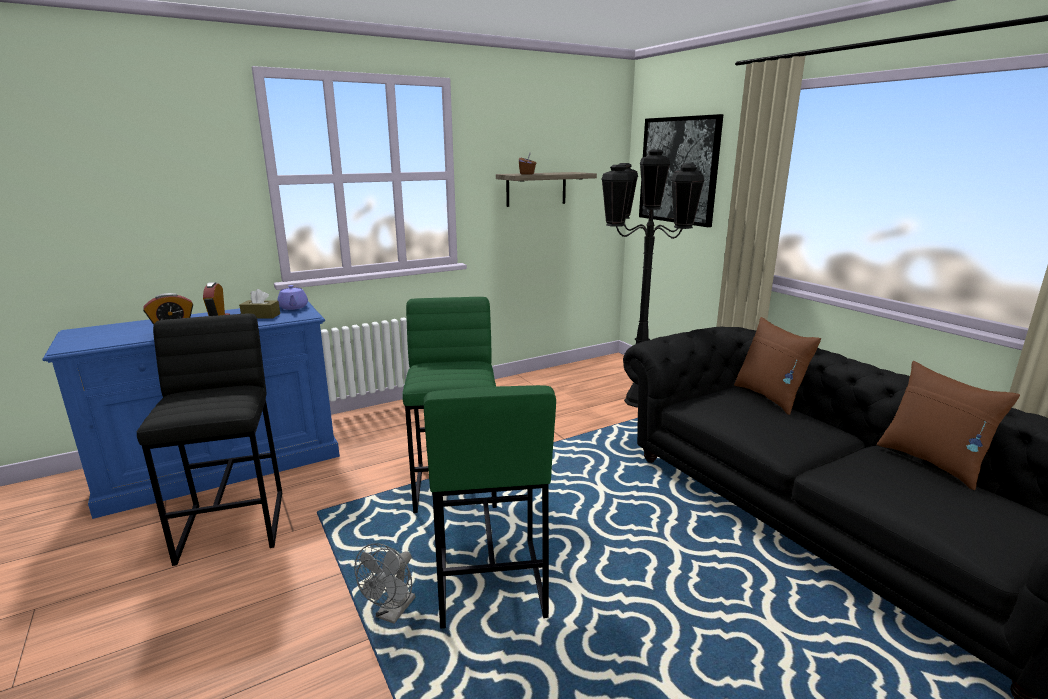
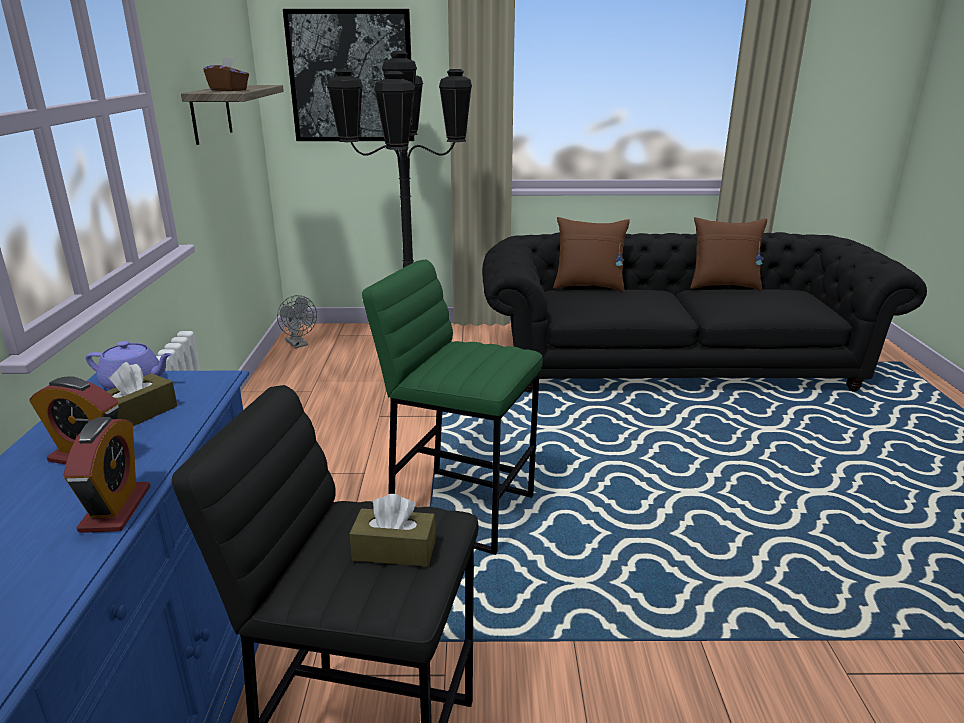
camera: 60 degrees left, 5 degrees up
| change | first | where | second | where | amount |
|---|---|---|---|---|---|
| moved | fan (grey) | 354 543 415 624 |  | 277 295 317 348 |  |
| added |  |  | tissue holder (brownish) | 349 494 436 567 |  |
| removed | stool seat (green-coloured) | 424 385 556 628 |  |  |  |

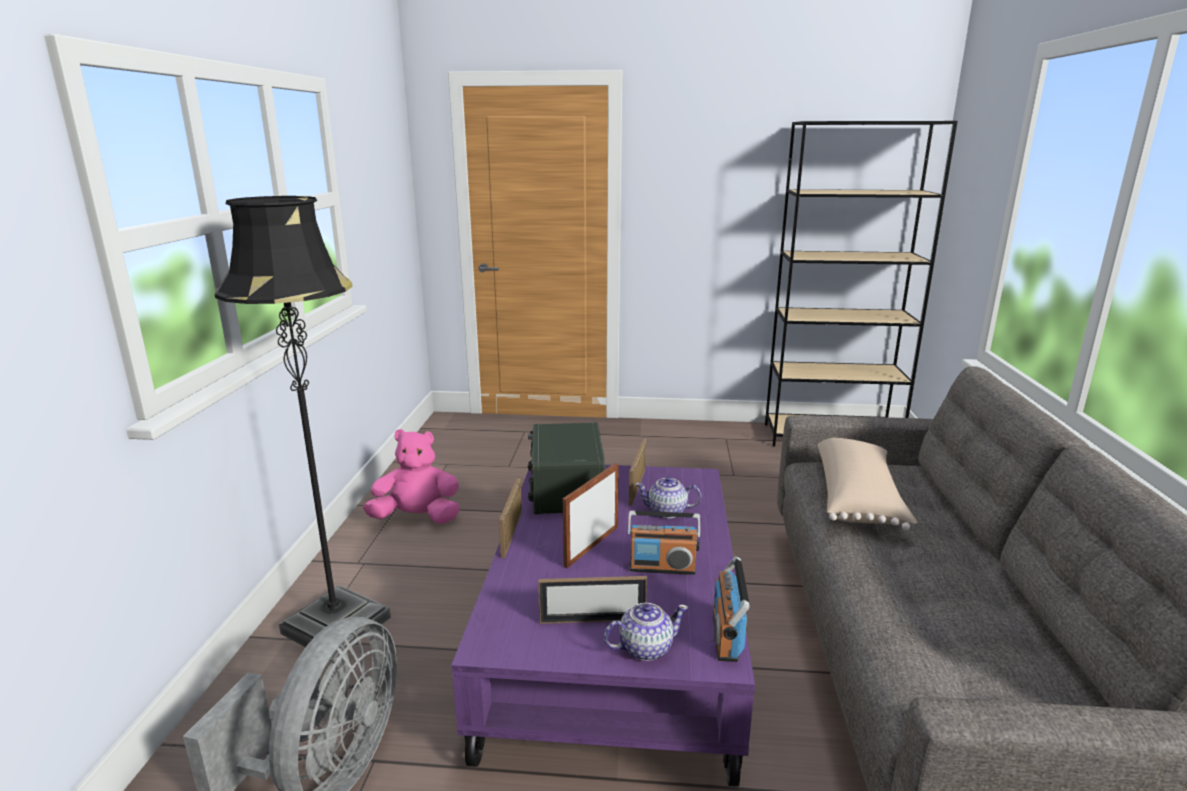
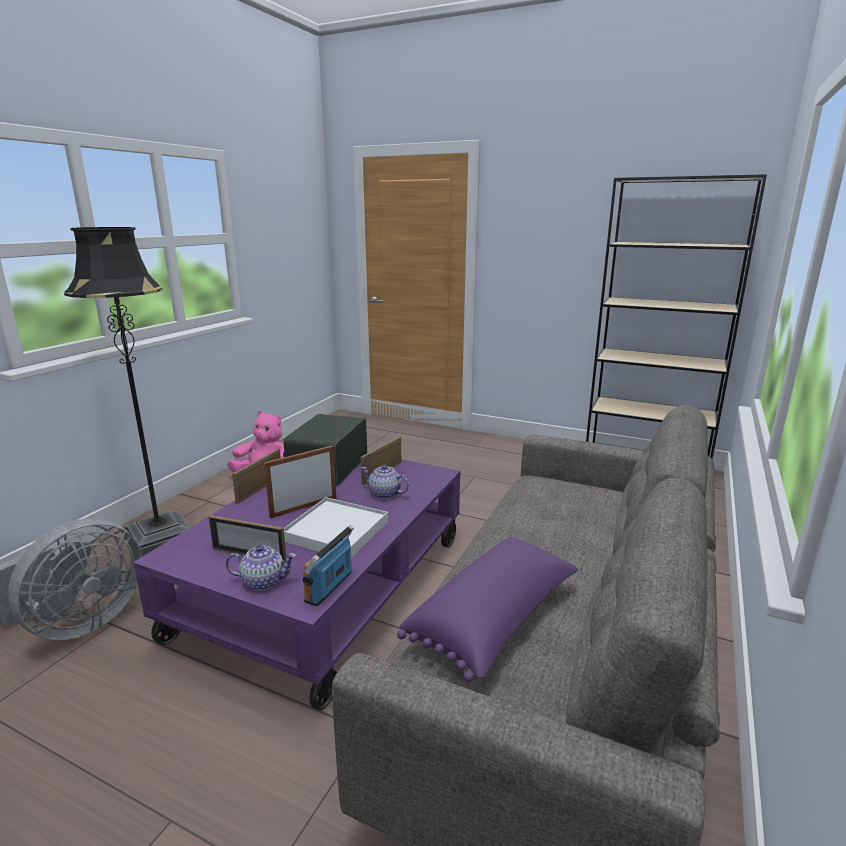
camera: 20 degrees right, 0 degrees up
| change | first | where | second | where | amount |
|---|---|---|---|---|---|
| replaced | radio receiver | 627 511 701 575 | carrying tray (white-coloured) | 284 497 388 558 |  |
| added |  |  | pillow (purple-coloured) | 397 537 579 682 |  |
| removed | pillow (sand-coloured) | 818 438 918 530 |  |  |  |

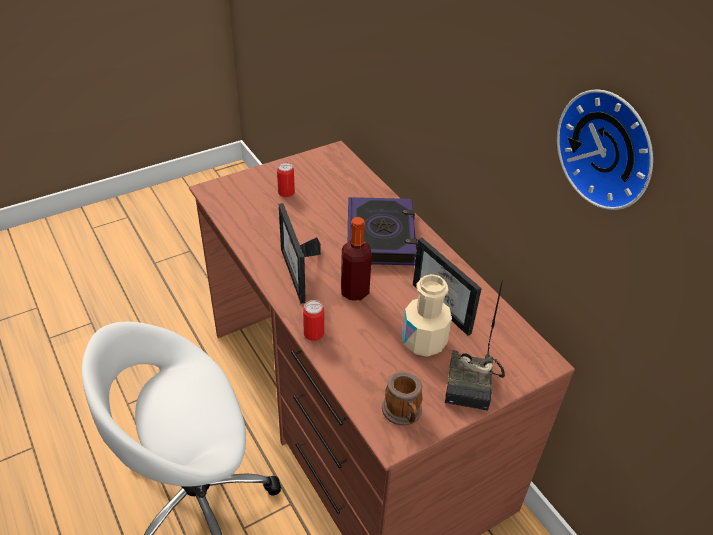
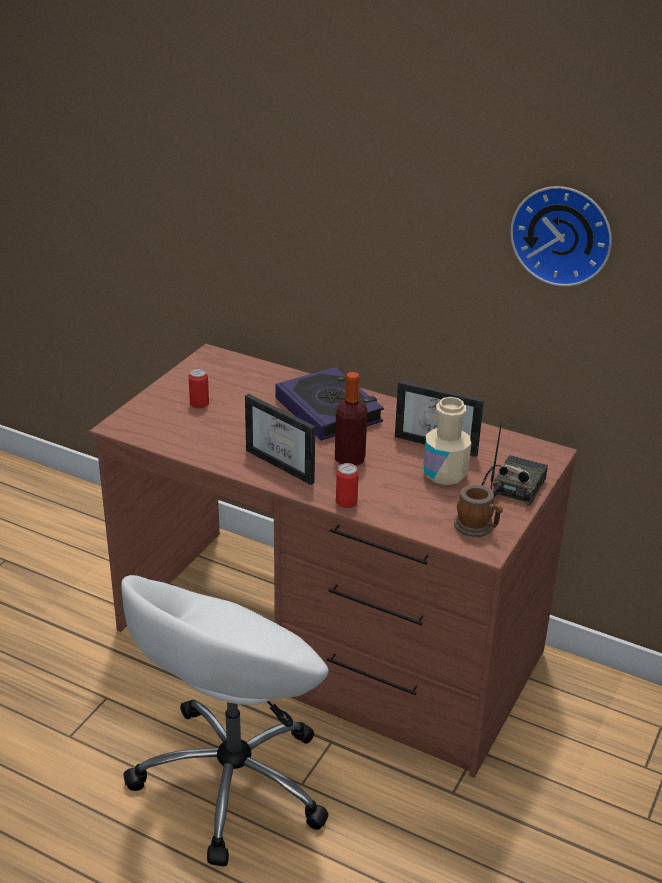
camera: 30 degrees left, 10 degrees down
| change | first | where | second | where | amount |
|---|---|---|---|---|---|
| turned | radio receiver | 445 280 505 411 |  | 481 422 548 506 | 135 degrees counterclockwise |

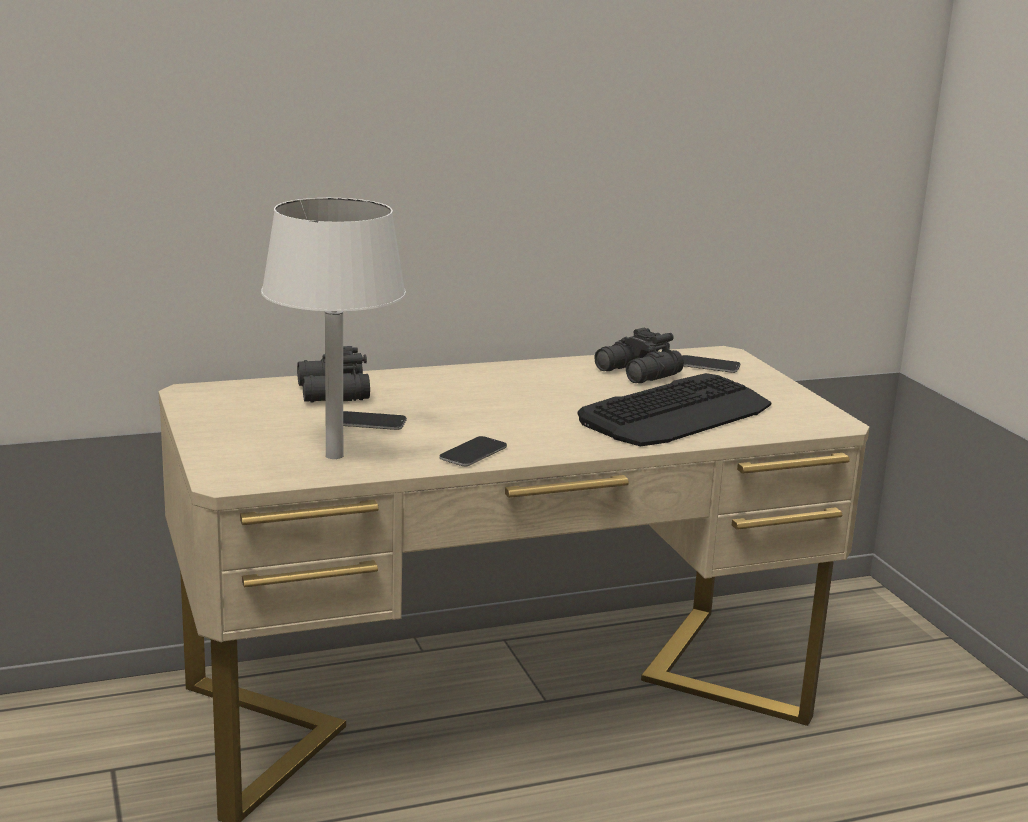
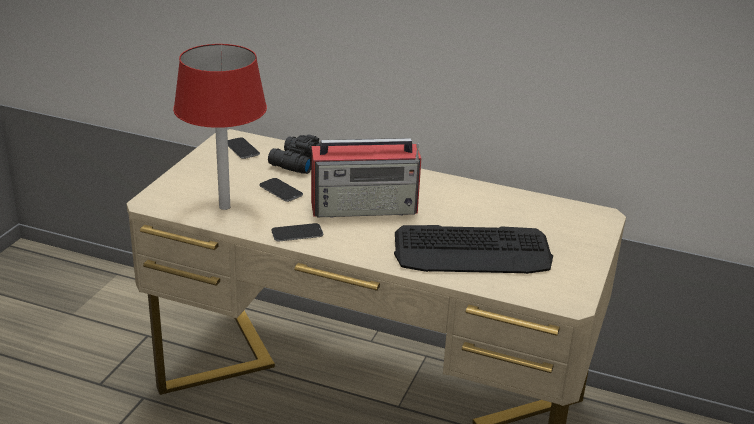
camera: 40 degrees right, 10 degrees up
| change | first | where | second | where | amount |
|---|---|---|---|---|---|
| recoloured | table lamp (white-coloured) | 261 198 406 459 | table lamp (red-coloured) | 173 44 267 210 |  |
| moved | phone | 682 355 740 373 |  | 228 137 260 159 |  |
| added |  |  | radio receiver | 311 138 421 218 |  |
| removed | binoculars (black) | 594 328 684 383 |  |  |  |

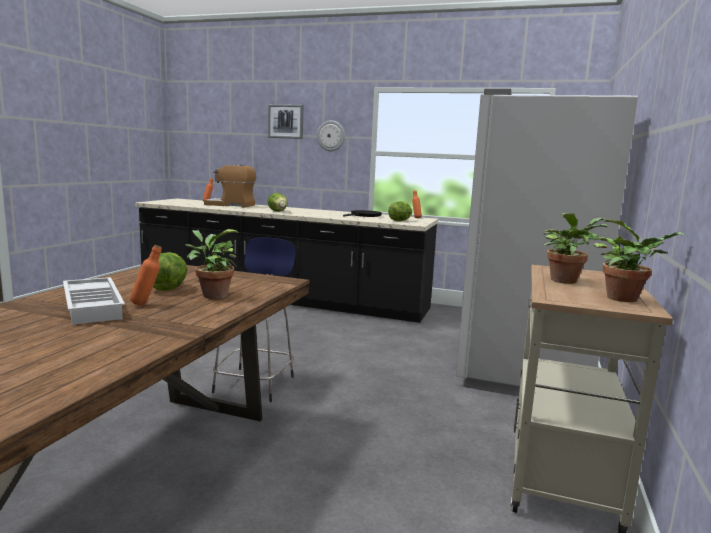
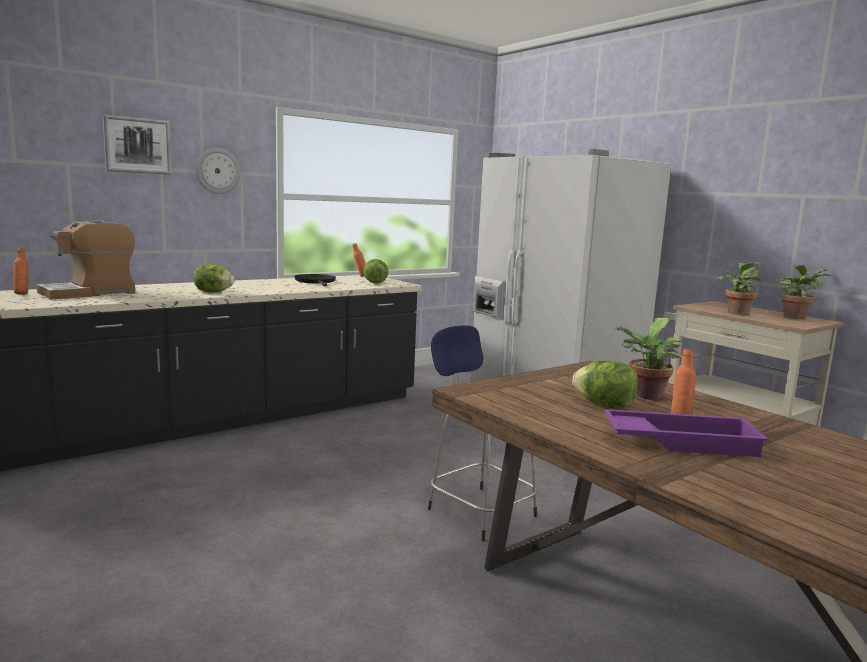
camera: 55 degrees left, 0 degrees up
| change | first | where | second | where | amount |
|---|---|---|---|---|---|
| recoloured | carrying tray (white-coloured) | 63 277 125 325 | carrying tray (purple-coloured) | 604 409 768 457 |  |

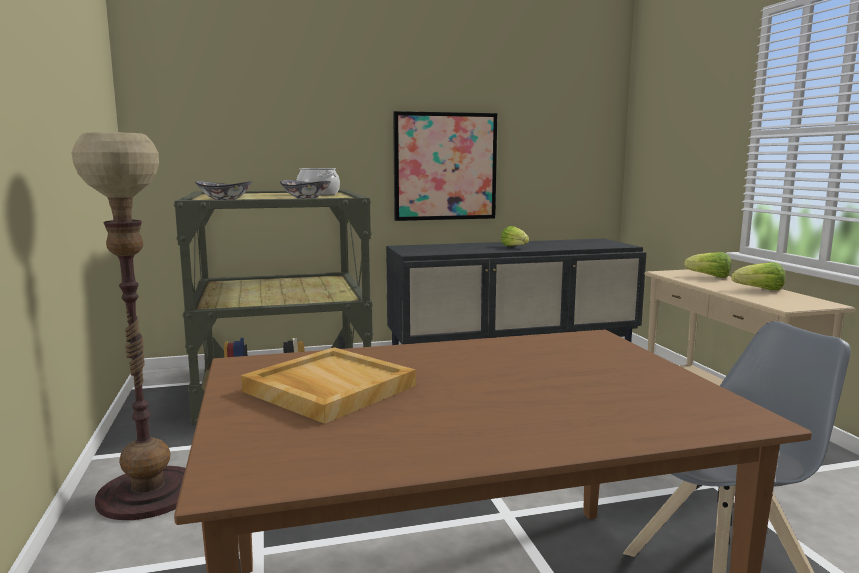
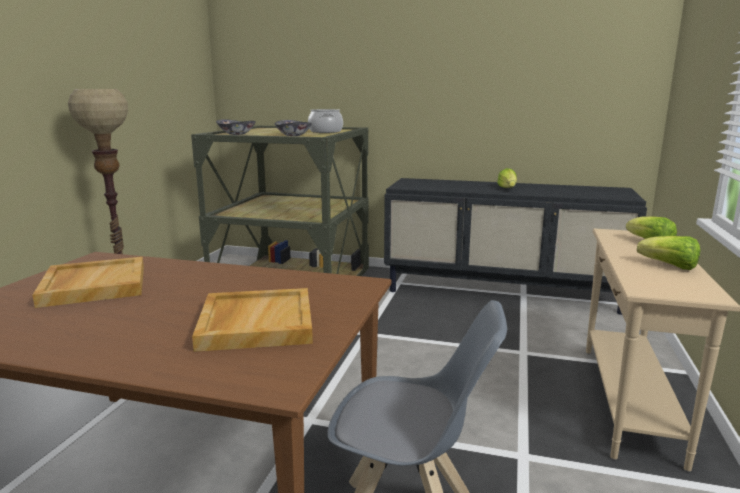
camera: 30 degrees right, 5 degrees up
| change | first | where | second | where | amount |
|---|---|---|---|---|---|
| added |  |  | carrying tray (sand-coloured) | 192 288 313 352 |  |
| removed | wall art | 393 111 498 221 |  |  |  |

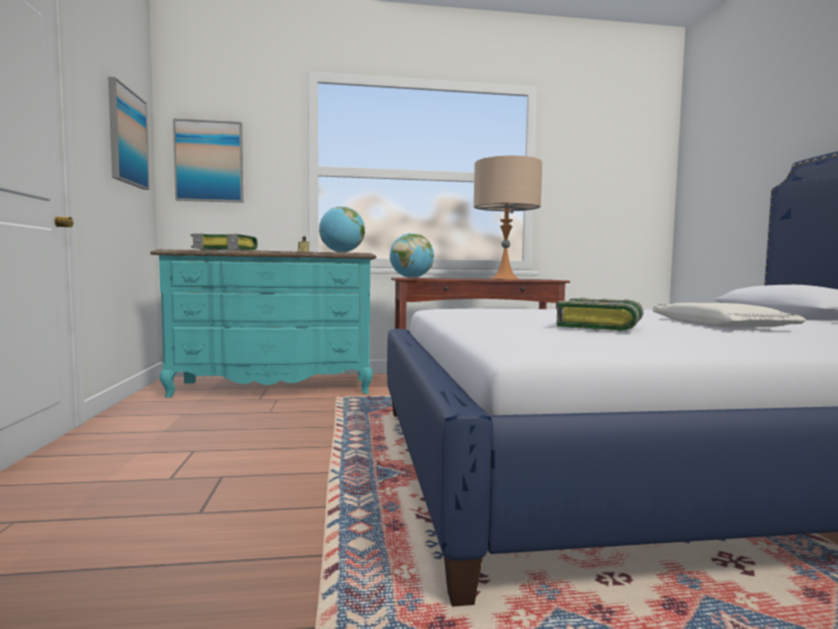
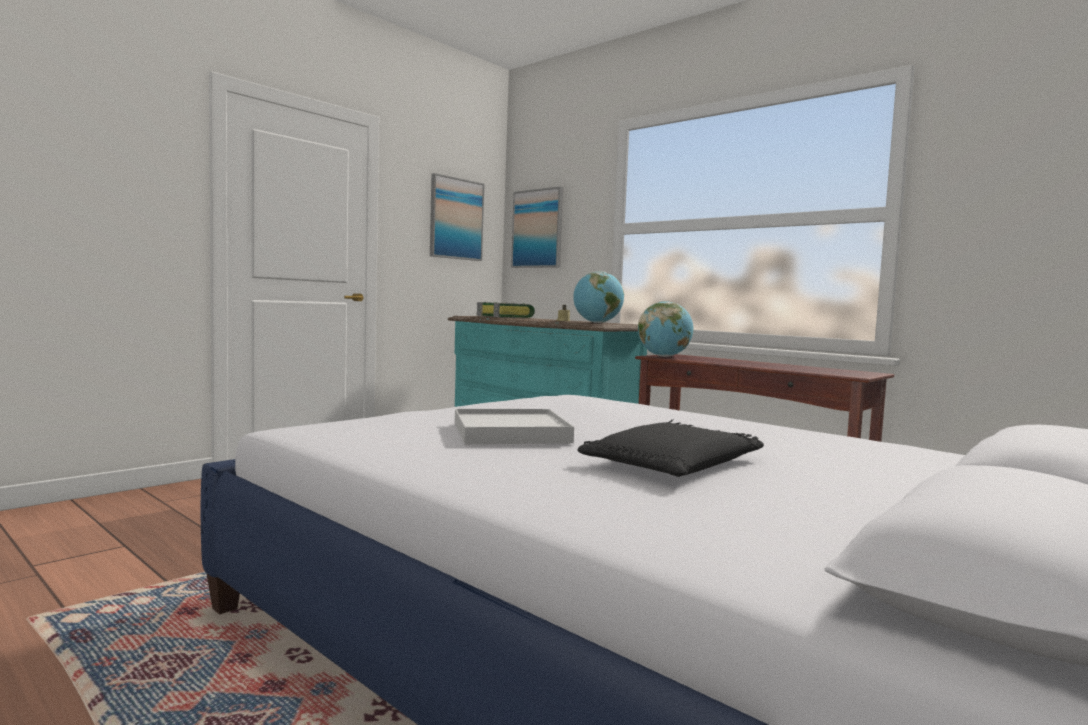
camera: 50 degrees right, 0 degrees up
| change | first | where | second | where | amount |
|---|---|---|---|---|---|
| replaced | book | 556 298 644 331 | carrying tray (white-coloured) | 455 409 574 444 |  |
| recoloured | pillow (white-coloured) | 652 302 807 327 | pillow (black) | 577 420 764 477 |  |
| removed | table lamp (sand-coloured) | 474 155 542 280 |  |  |  |

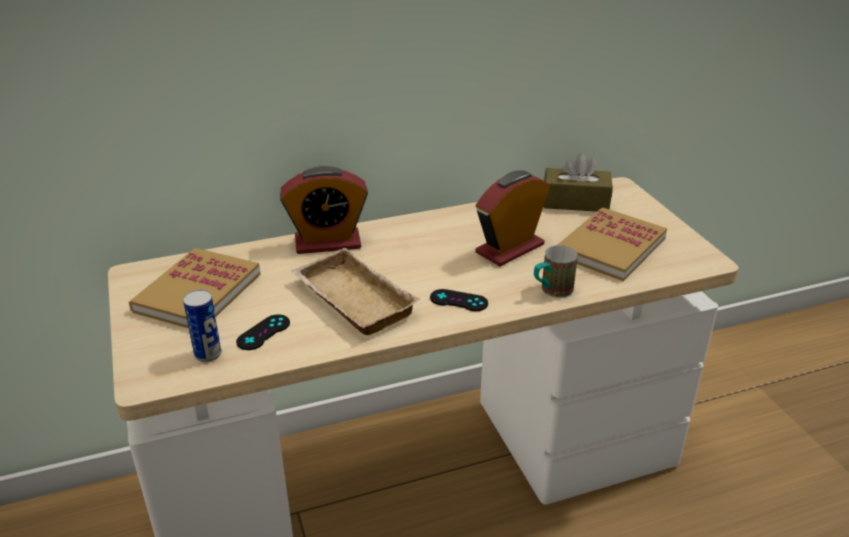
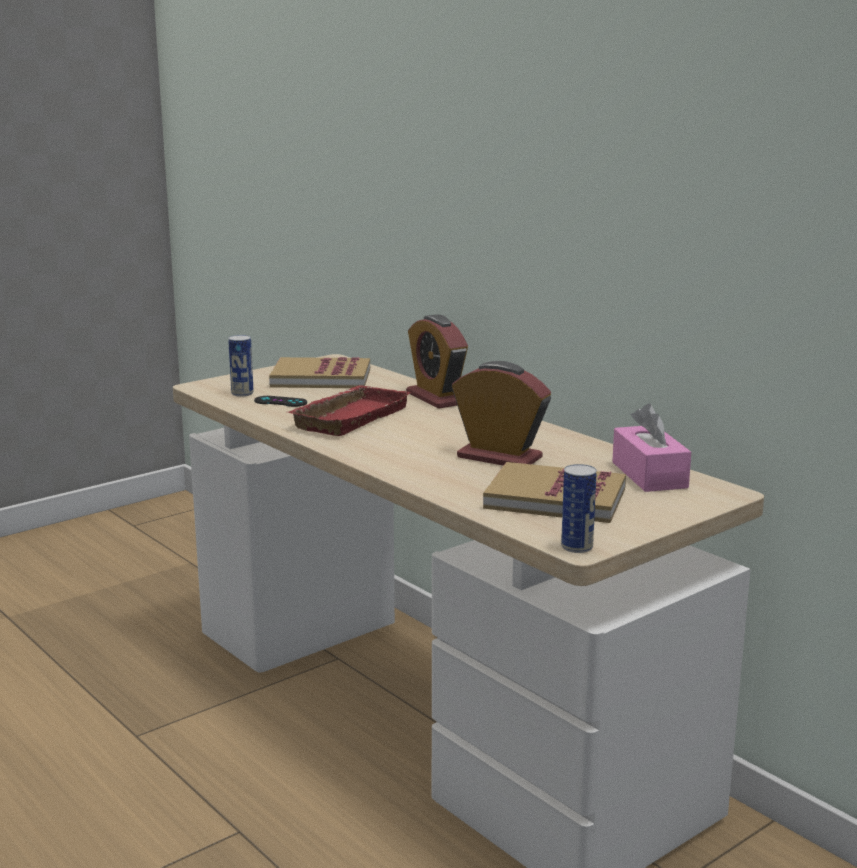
camera: 70 degrees right, 15 degrees down
| change | first | where | second | where | amount |
|---|---|---|---|---|---|
| recoloured | carrying tray (sand-coloured) | 291 248 420 335 | carrying tray (red-coloured) | 289 385 412 436 |  |
| added |  |  | metal can | 561 464 597 553 |  |
| recoloured | tissue holder (brownish) | 544 153 613 212 | tissue holder (pink) | 612 404 691 492 |  |
| removed | gamepad (black) | 430 289 488 311 |  |  |  |
| removed | coffee mug | 534 245 578 298 |  |  |  |

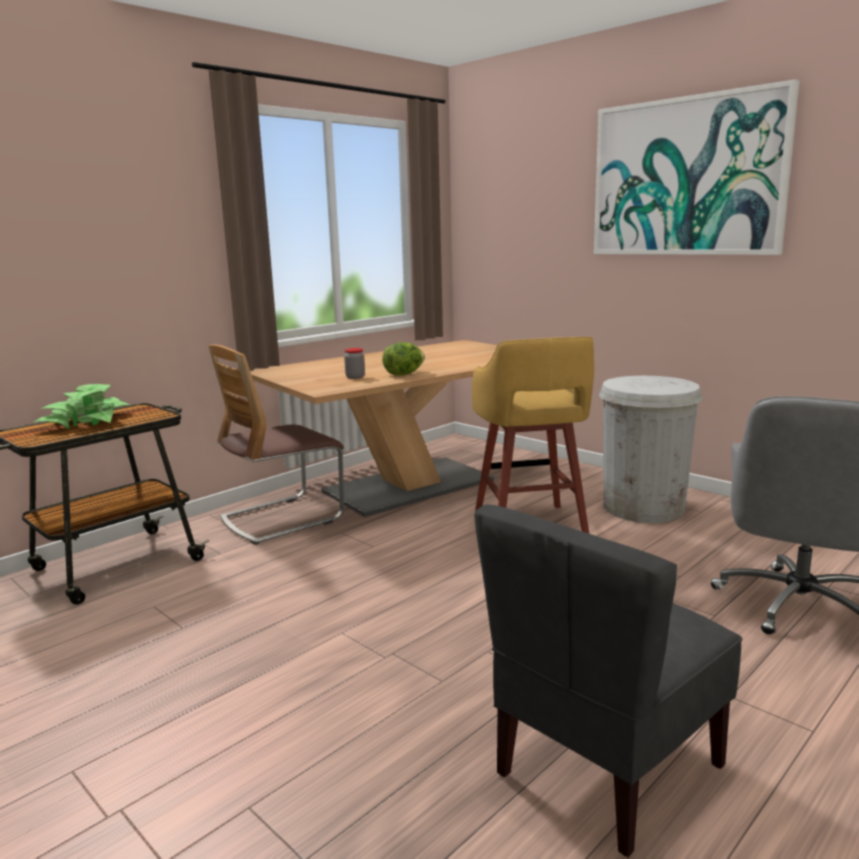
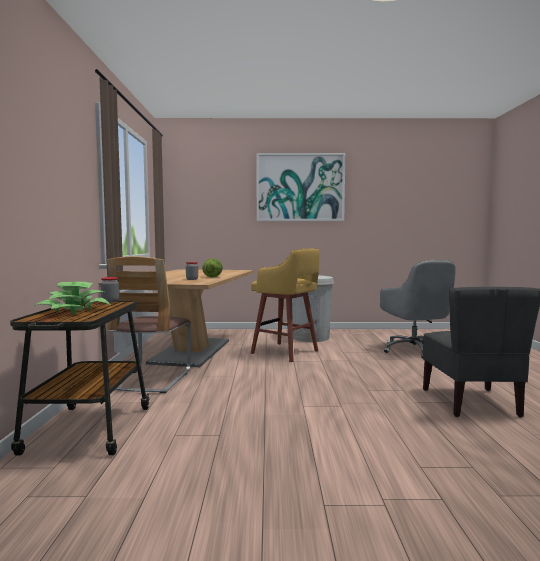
camera: 45 degrees left, 10 degrees down
| change | first | where | second | where | amount |
|---|---|---|---|---|---|
| added |  |  | preserve jar | 101 277 119 303 |  |

